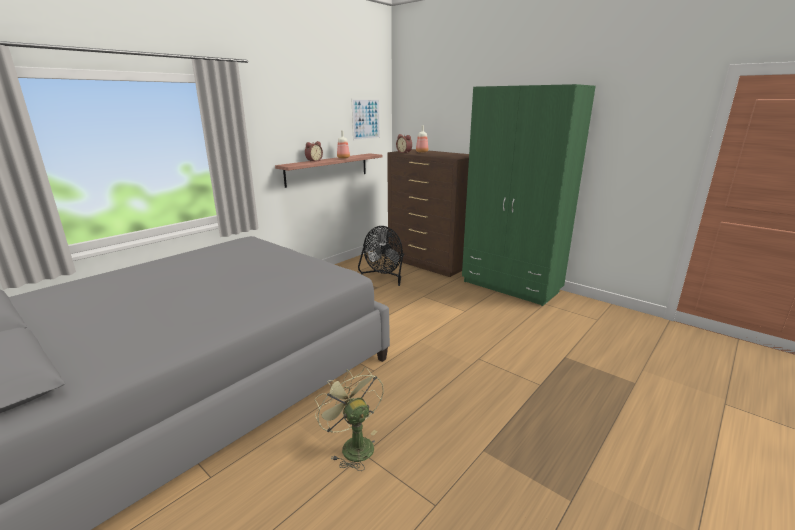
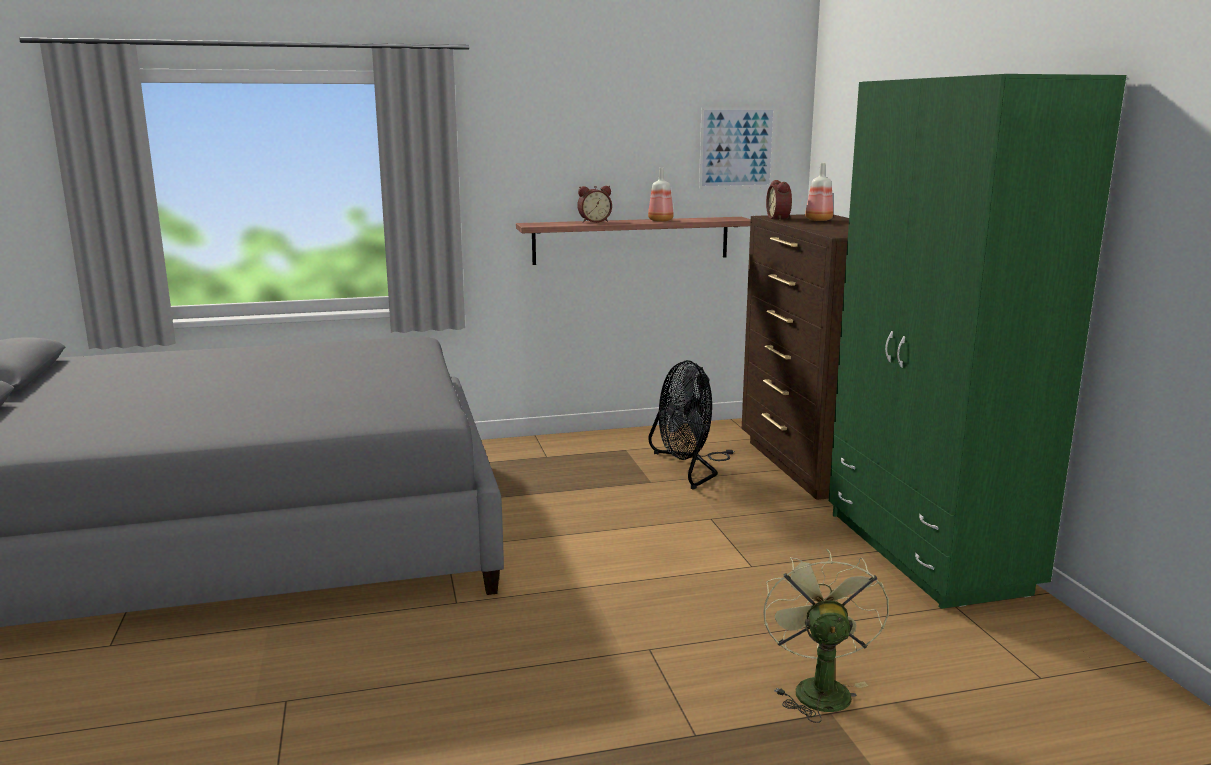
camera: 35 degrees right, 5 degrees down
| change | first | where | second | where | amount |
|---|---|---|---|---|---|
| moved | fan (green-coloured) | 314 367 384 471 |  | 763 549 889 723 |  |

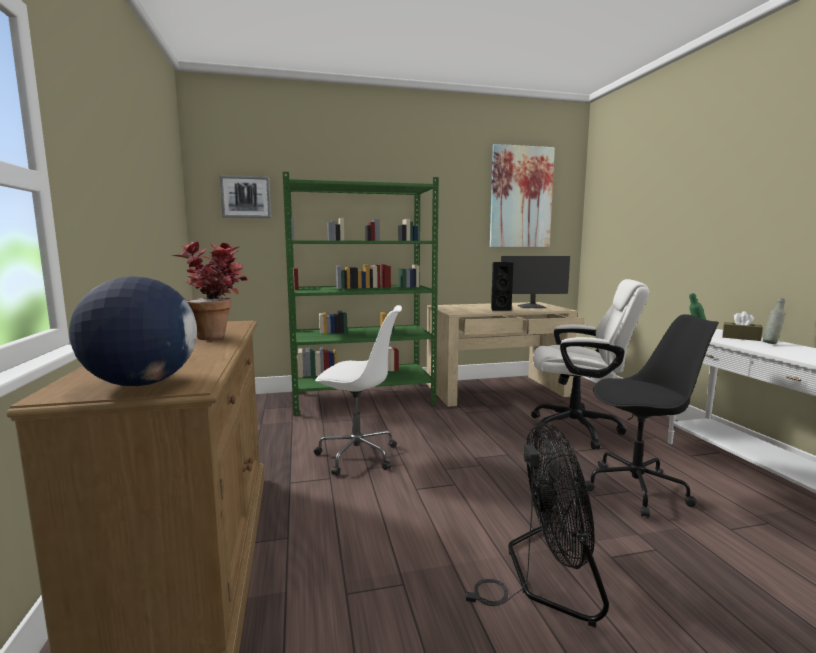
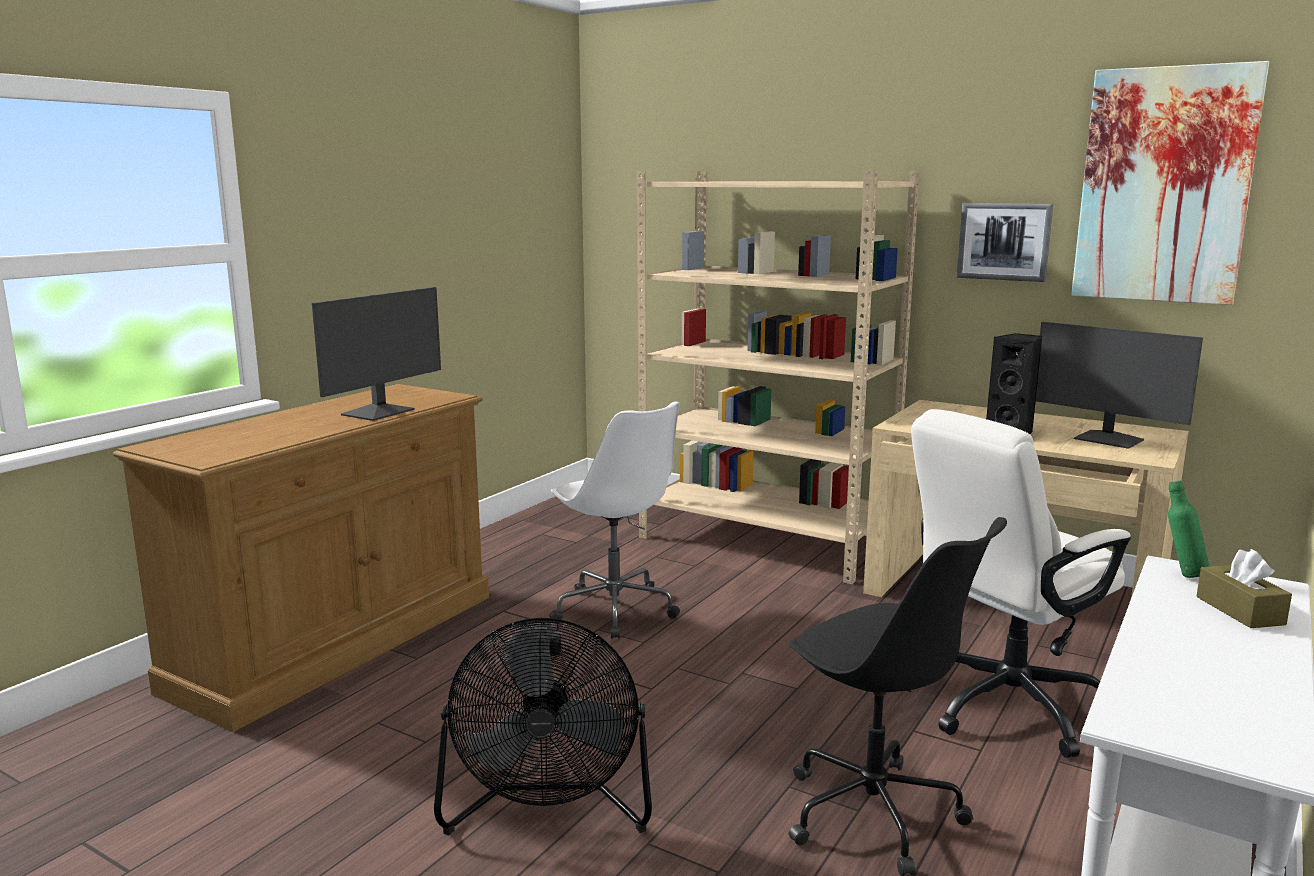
camera: 45 degrees right, 5 degrees up
| change | first | where | second | where | amount |
|---|---|---|---|---|---|
| replaced | plant in a pot | 171 242 247 340 | monitor | 312 287 441 421 |  |
| turned | fan (black) | 464 423 609 628 |  | 434 618 652 836 | 45 degrees clockwise |
| recoloured | shelving unit (green-coloured) | 283 172 439 416 | shelving unit (sand-coloured) | 637 170 920 584 |  |
| turned | desk chair (white-coloured) | 531 279 650 449 |  | 911 409 1131 758 | 90 degrees clockwise |
| moved | wall art | 220 175 271 218 |  | 957 203 1053 282 |  |
| removed | world globe | 69 276 197 386 |  |  |  |
| removed | bottle (grey) | 763 298 785 344 |  |  |  |

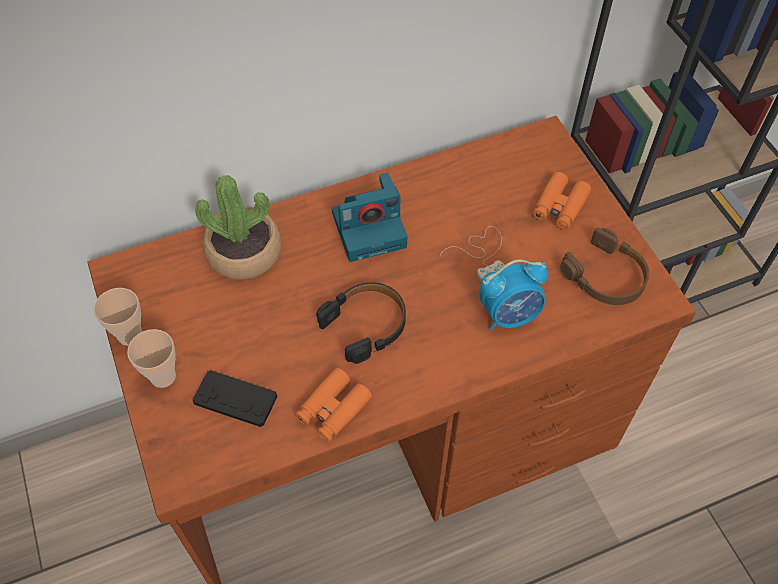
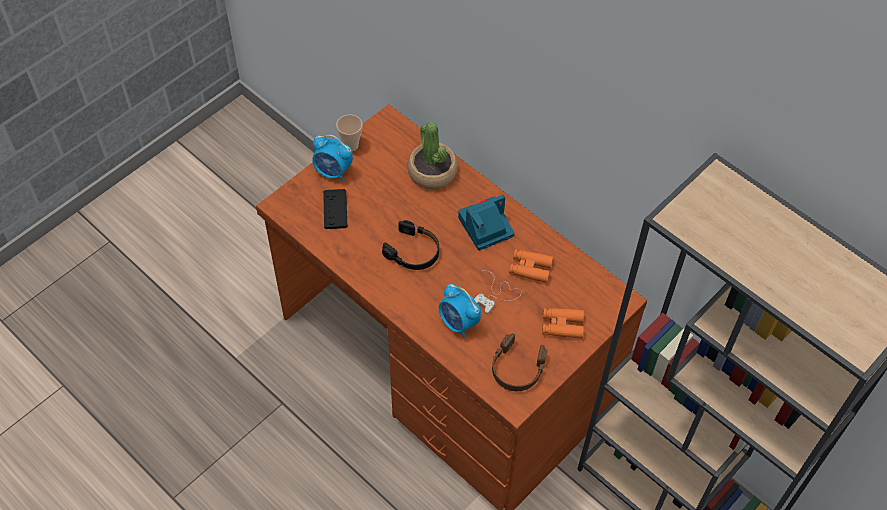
camera: 65 degrees right, 0 degrees up
| change | first | where | second | where | amount |
|---|---|---|---|---|---|
| replaced | drinking cup | 127 329 176 388 | table clock | 312 135 353 182 |  |
| turned | photo camera | 332 173 407 262 |  | 458 195 514 251 | 105 degrees clockwise |
| moved | binoculars (orange-coloured) | 295 368 372 442 |  | 509 249 553 283 |  |

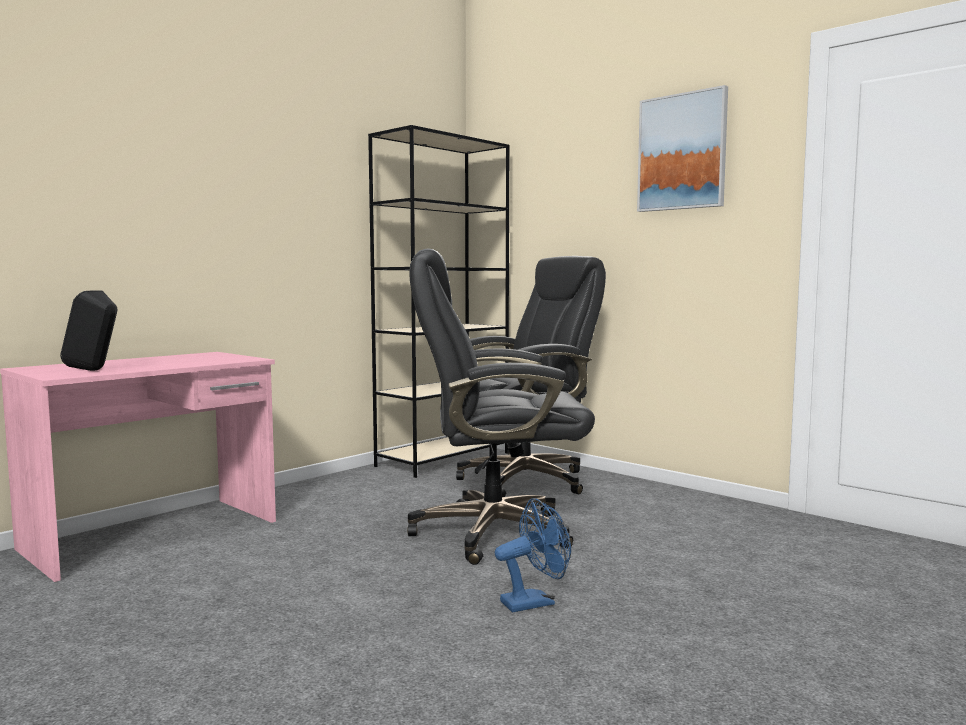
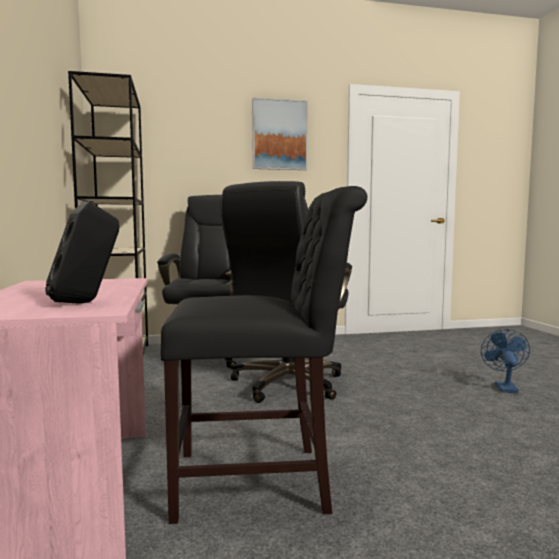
camera: 55 degrees left, 0 degrees up
| change | first | where | second | where | amount |
|---|---|---|---|---|---|
| added |  |  | upright chair (black) | 161 186 367 524 |  |
| moved | fan (blue) | 495 498 571 612 |  | 481 329 530 393 |  |

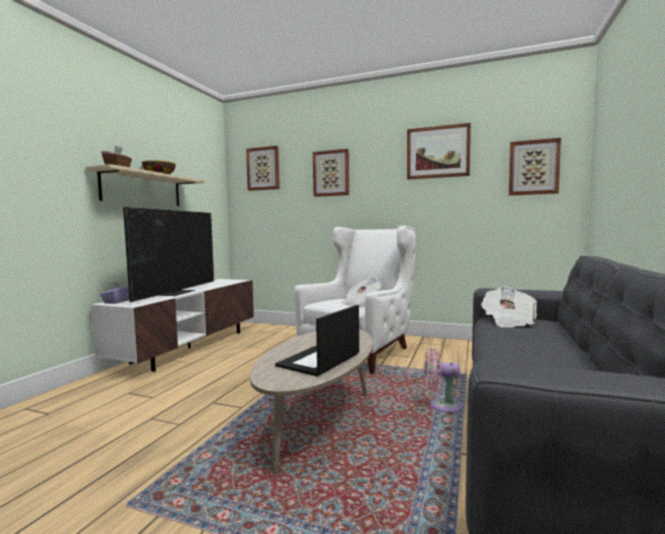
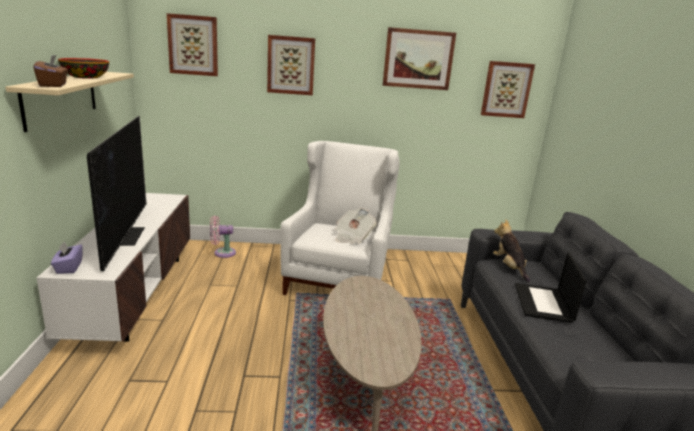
camera: 25 degrees left, 15 degrees up
| change | first | where | second | where | amount |
|---|---|---|---|---|---|
| moved | fan (pink) | 425 348 463 413 |  | 210 216 236 258 |  |
| replaced | daily paper | 481 287 537 328 | plush toy | 493 219 530 282 |  |
| moved | laptop | 275 305 359 376 |  | 515 252 587 323 |  |

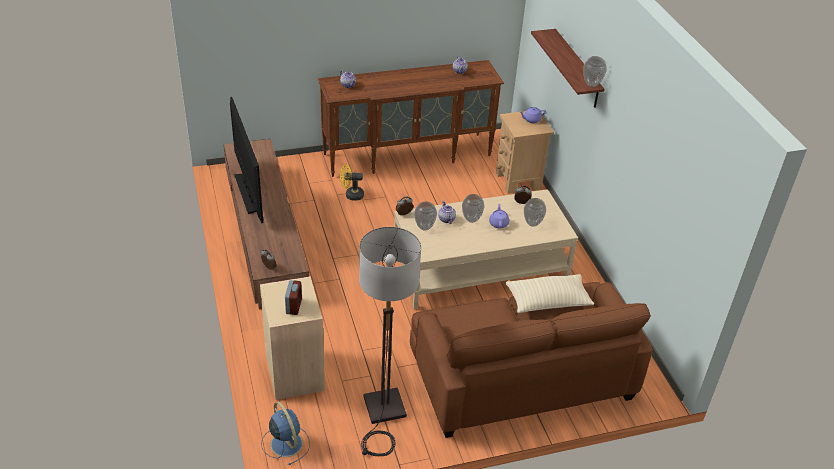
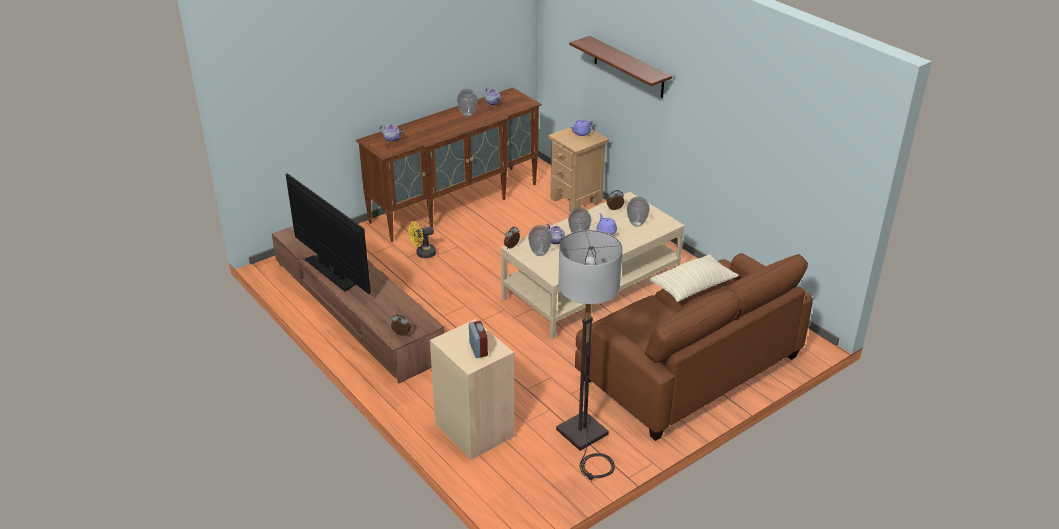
camera: 20 degrees left, 5 degrees down
| change | first | where | second | where | amount |
|---|---|---|---|---|---|
| moved | vase | 583 56 607 87 |  | 457 89 478 117 |  |
| removed | fan (blue) | 261 402 310 465 |  |  |  |

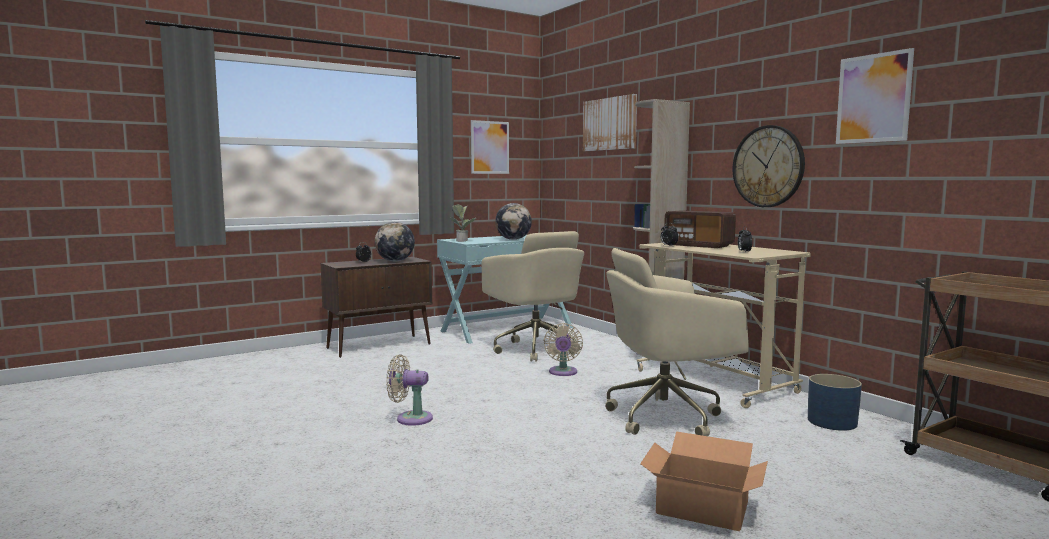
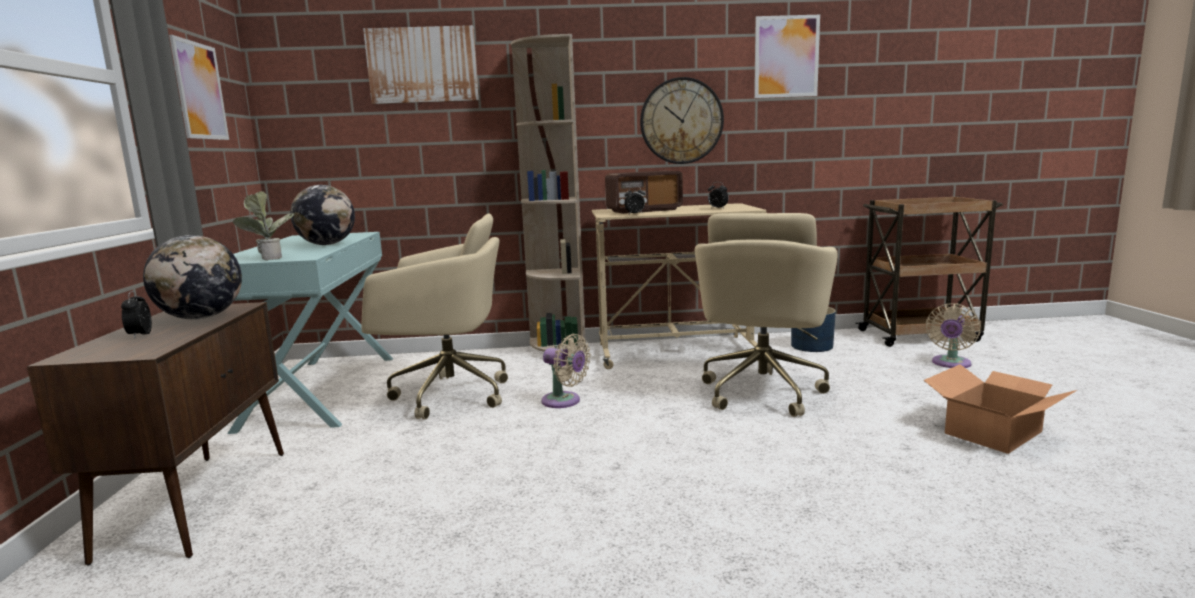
camera: 60 degrees left, 5 degrees up
| change | first | where | second | where | amount |
|---|---|---|---|---|---|
| moved | fan (sand-coloured) | 387 354 433 426 |  | 926 303 981 368 |  |

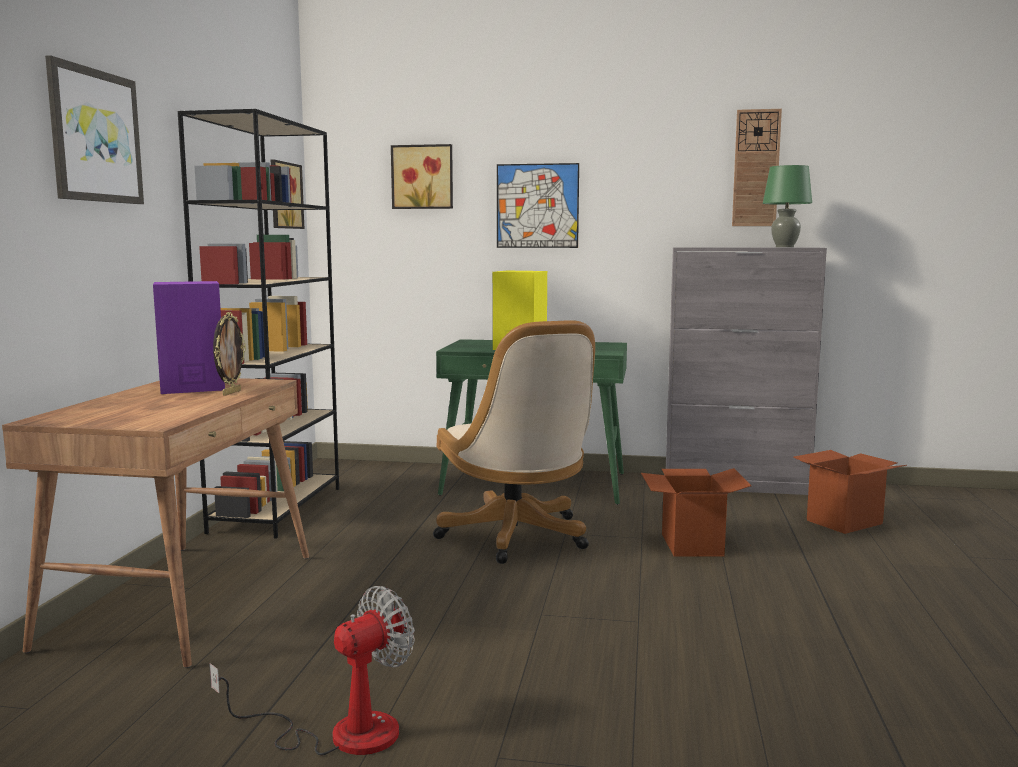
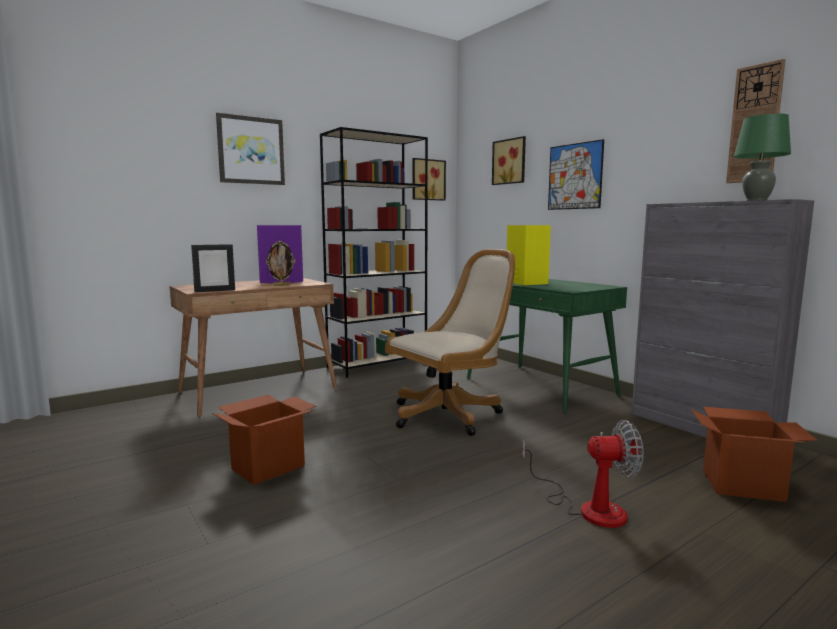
camera: 45 degrees right, 0 degrees up
| change | first | where | second | where | amount |
|---|---|---|---|---|---|
| added |  |  | picture frame | 191 244 235 292 |  |
| moved | carton | 641 468 751 557 |  | 212 394 316 485 |  |
| turned | desk chair | 433 320 595 564 |  | 385 249 515 436 | 150 degrees counterclockwise |
| moved | fan | 209 586 415 755 |  | 522 420 644 528 |  |

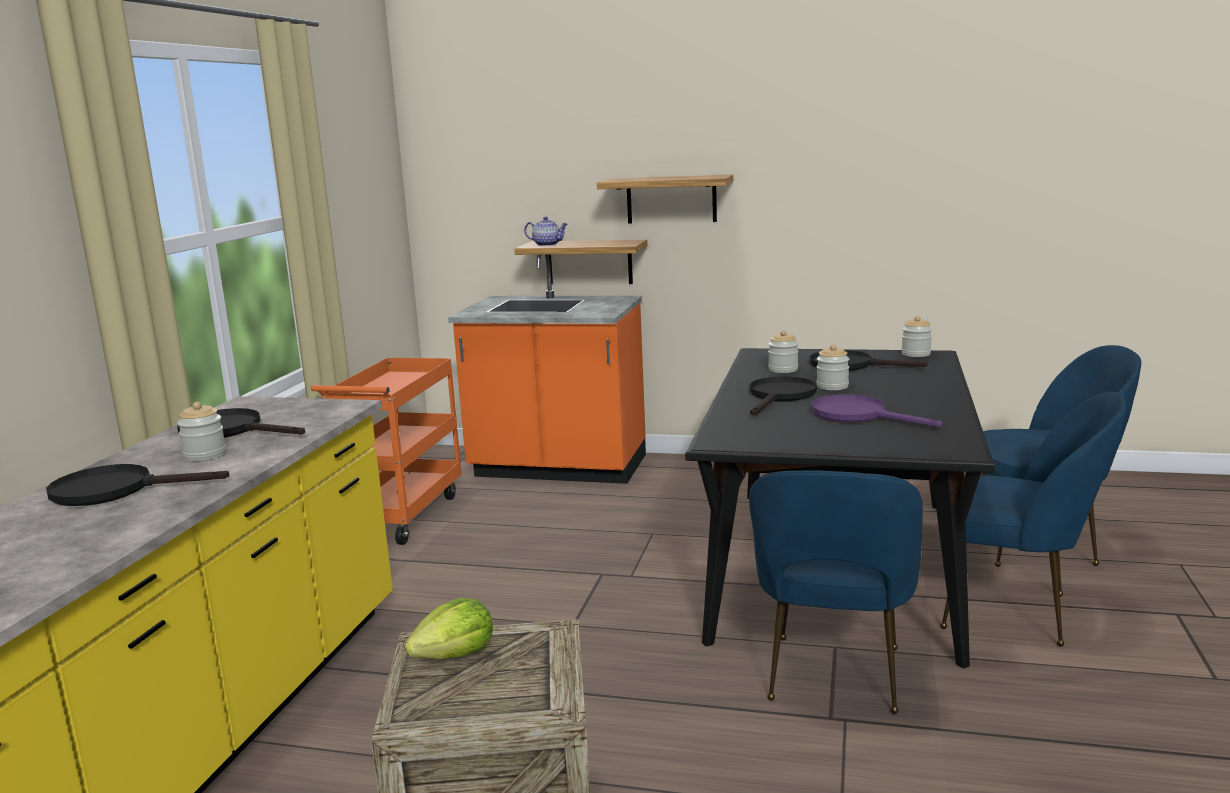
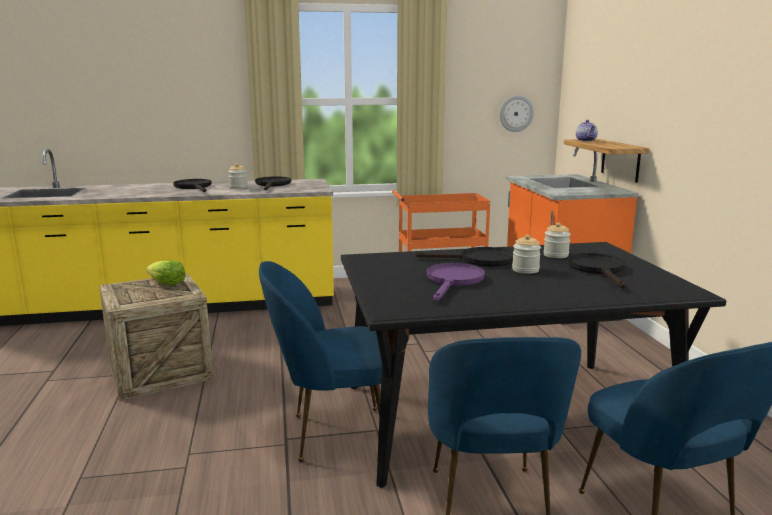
camera: 65 degrees right, 0 degrees up
| change | first | where | second | where | amount |
|---|---|---|---|---|---|
| added |  |  | hanging clock | 500 96 534 132 |  |
| removed | bracket shelf | 597 175 733 224 |  |  |  |
| removed | preserve jar | 901 316 932 357 |  |  |  |

